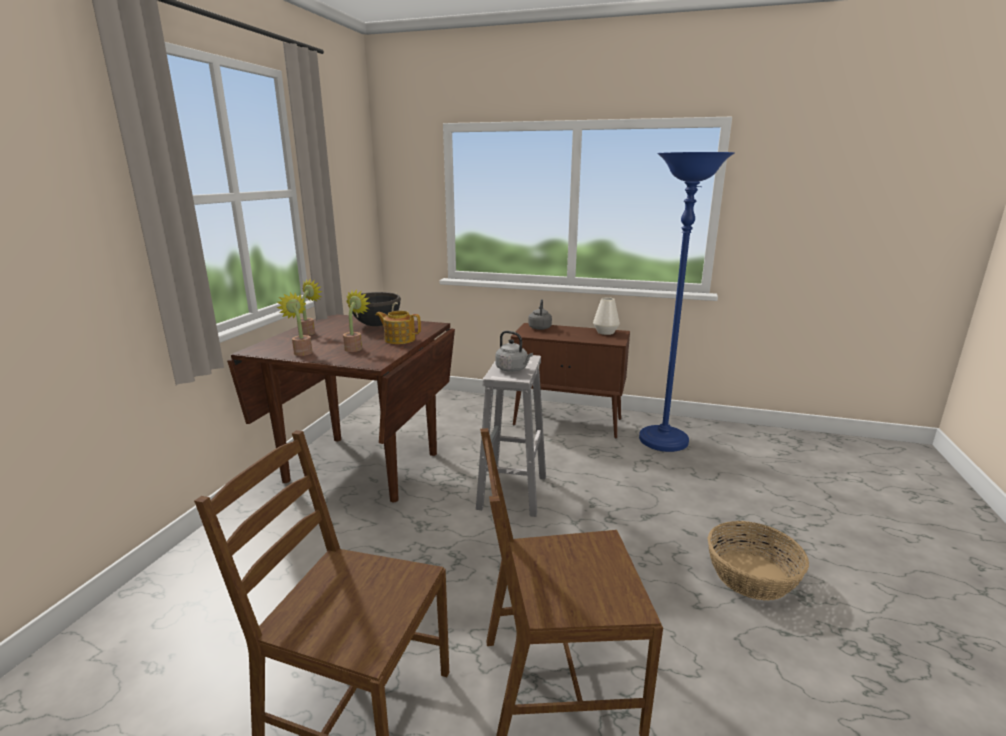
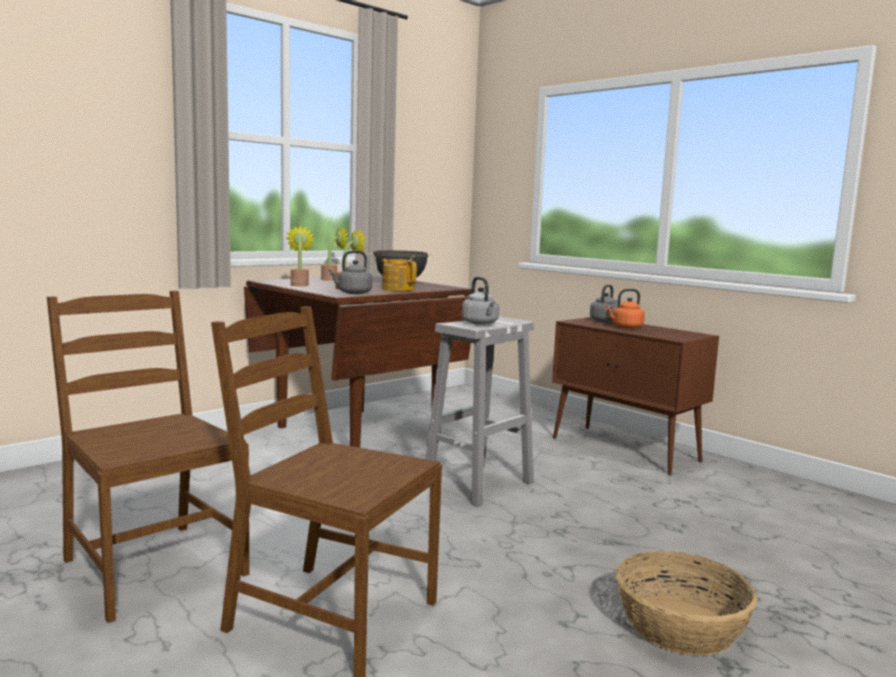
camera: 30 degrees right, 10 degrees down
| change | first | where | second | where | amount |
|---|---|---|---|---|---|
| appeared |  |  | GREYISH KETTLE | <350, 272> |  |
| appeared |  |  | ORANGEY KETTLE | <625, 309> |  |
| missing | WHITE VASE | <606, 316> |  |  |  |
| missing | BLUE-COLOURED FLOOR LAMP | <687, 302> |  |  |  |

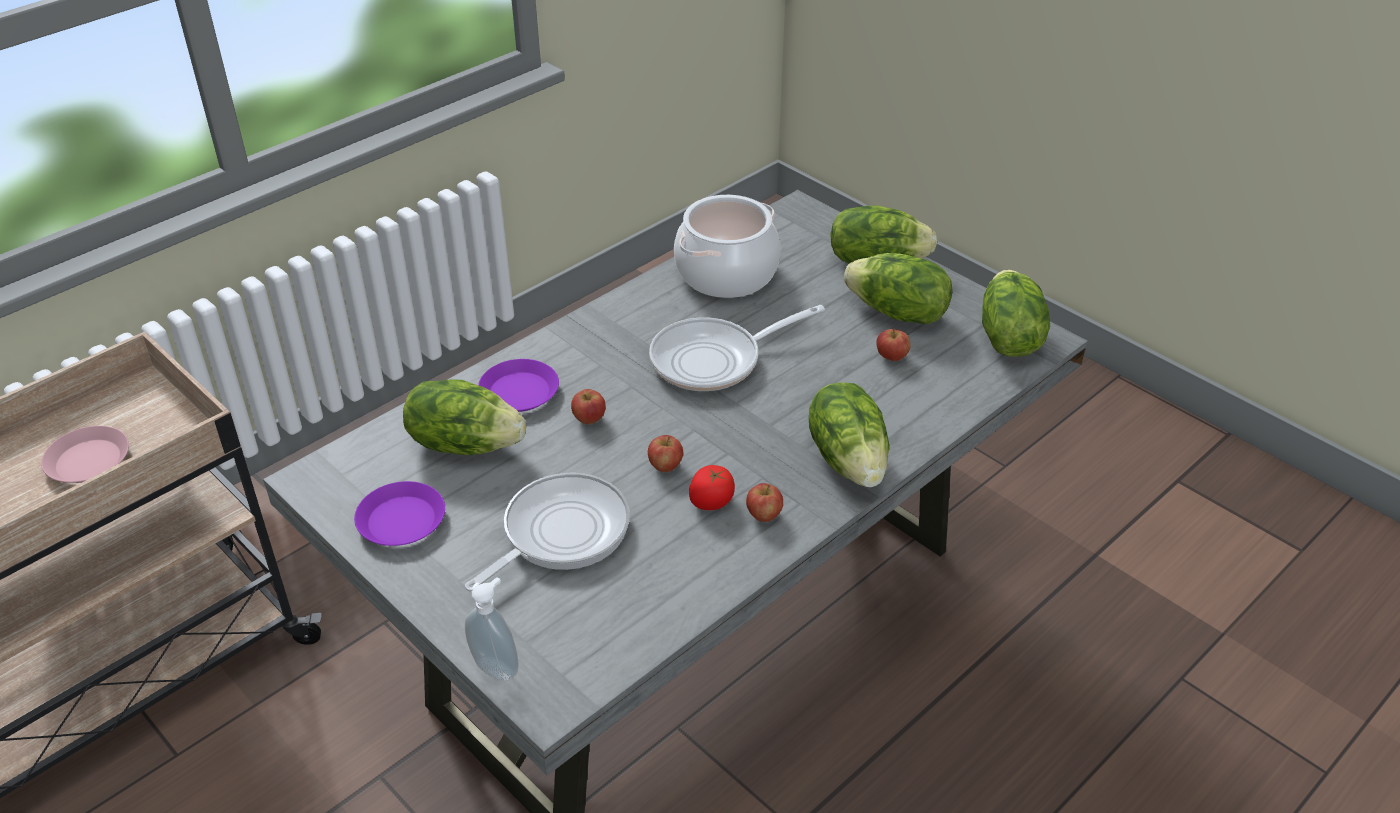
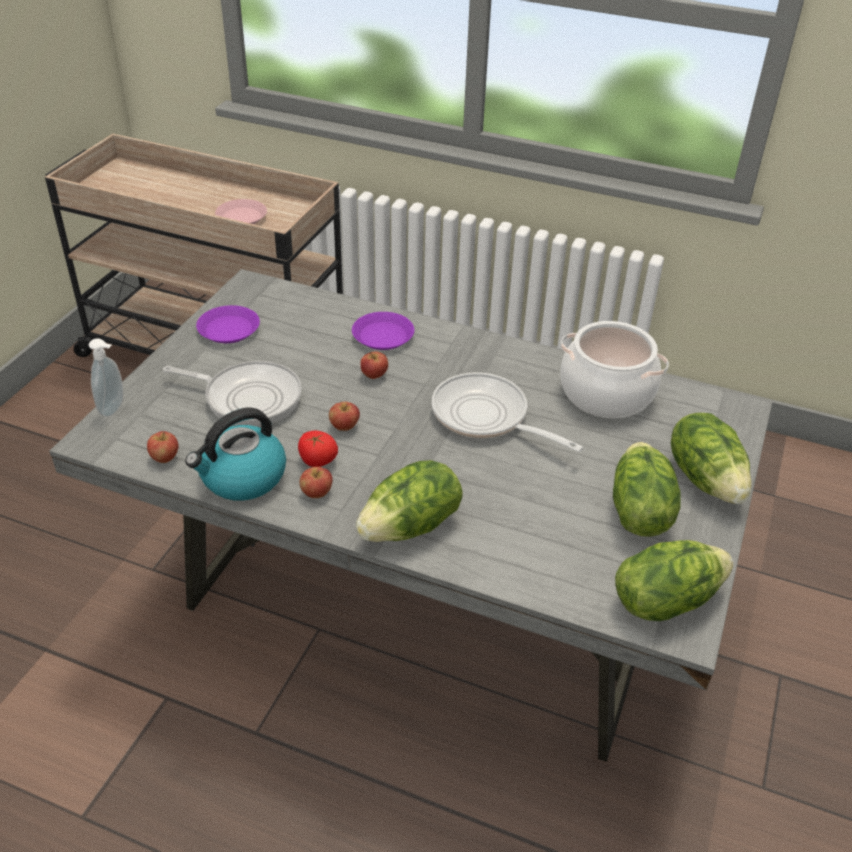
camera: 65 degrees right, 0 degrees up
| change | first | where | second | where | amount |
|---|---|---|---|---|---|
| relocated | APPLE FRUIT | <893, 344> |  | <163, 447> |  |
| appeared |  |  | KETTLE | <235, 454> |  |
| missing | HEAD OF LETTUCE | <464, 417> |  |  |  |

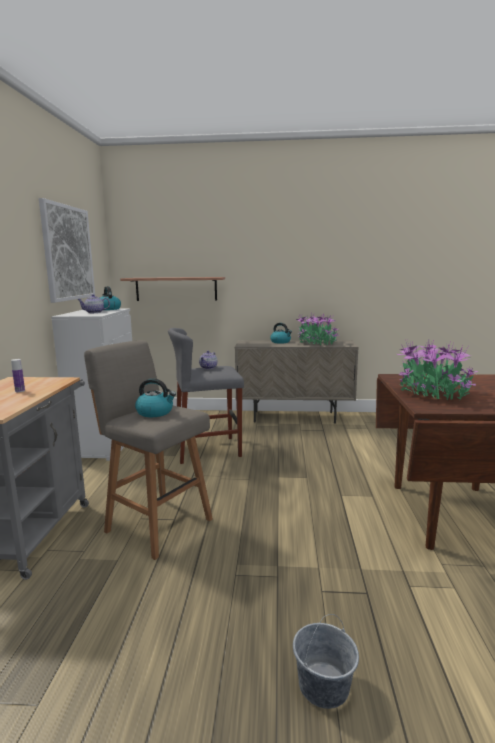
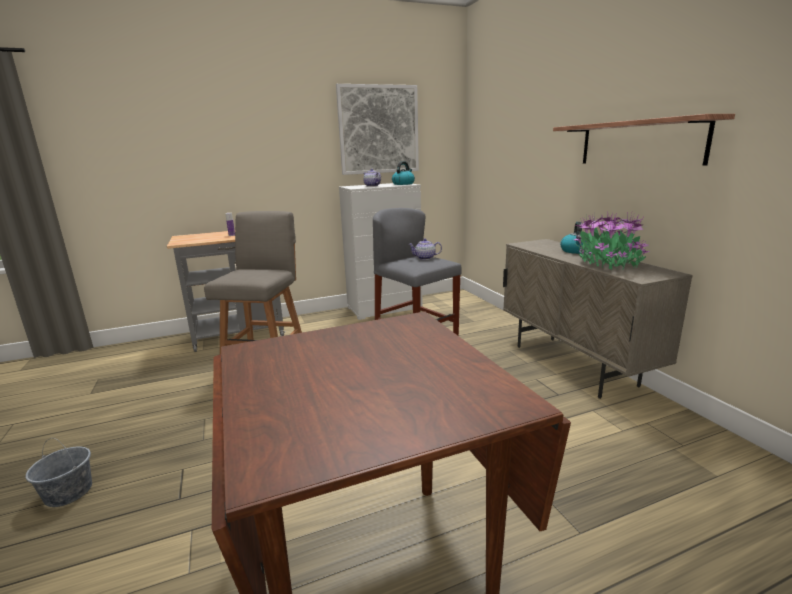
camera: 65 degrees right, 5 degrees up
| change | first | where | second | where | amount |
|---|---|---|---|---|---|
| relocated | WALL SHELF | <172, 289> |  | <644, 140> |  |
| missing | KETTLE | <155, 397> |  |  |  |
| missing | HOUSEPLANT | <437, 369> |  |  |  |

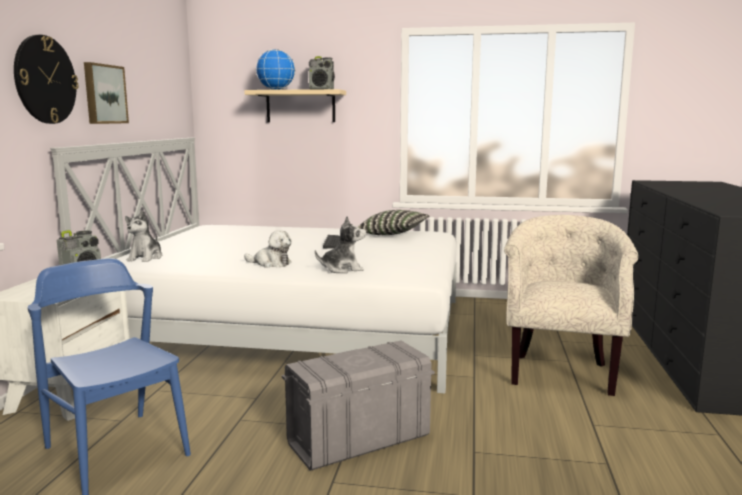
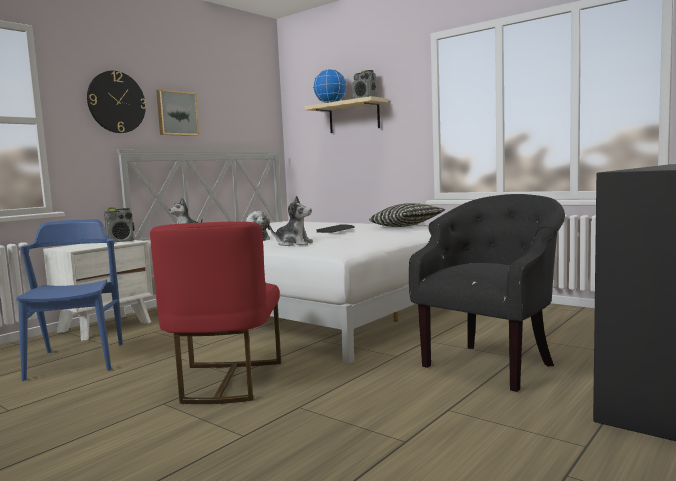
camera: 30 degrees right, 5 degrees down
| change | first | where | second | where | amount |
|---|---|---|---|---|---|
| exchanged | GREYISH STORAGE BOX | <358, 405> | RED UPRIGHT CHAIR | <215, 312> |  |
| colour | BEIGE-COLOURED LOUNGE CHAIR | <571, 305> | BLACK LOUNGE CHAIR | <487, 293> |  |

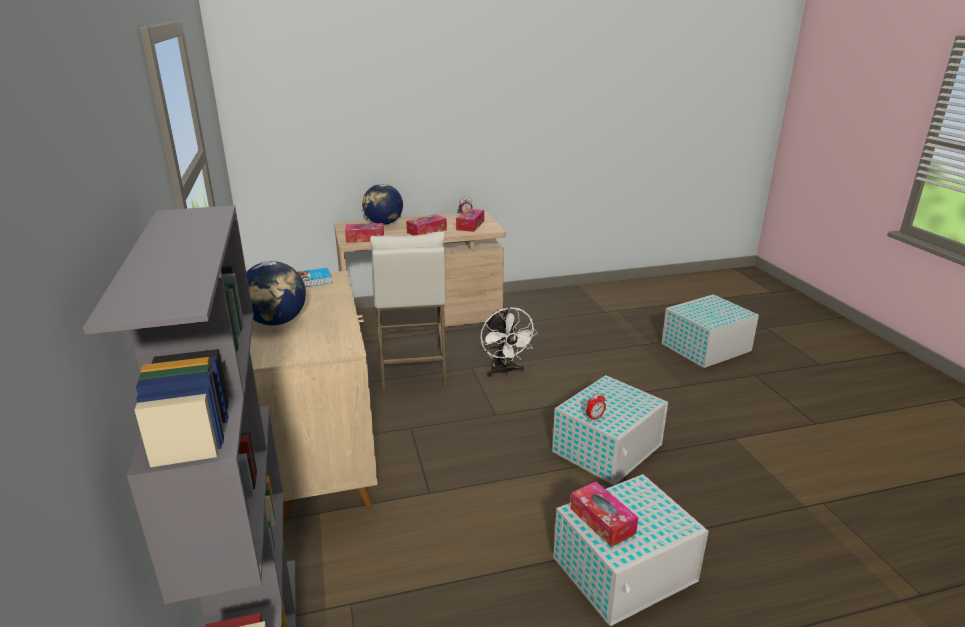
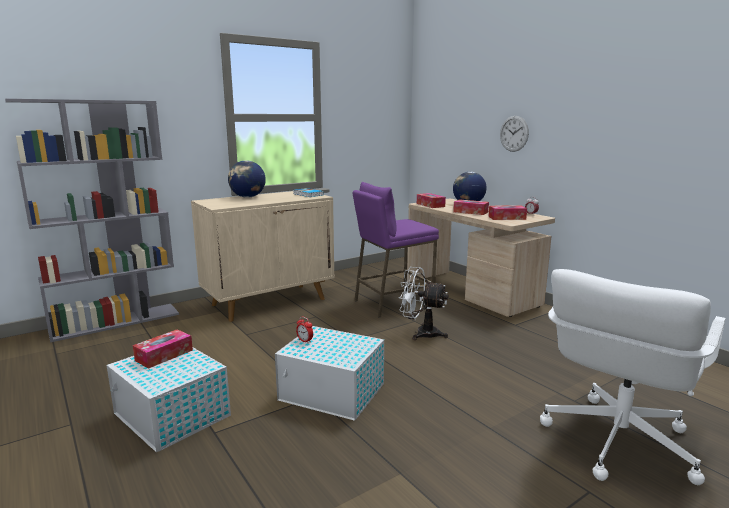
camera: 70 degrees right, 10 degrees down
| change | first | where | second | where | amount |
|---|---|---|---|---|---|
| colour | WHITE STOOL | <408, 311> | PURPLE-COLOURED STOOL | <396, 250> |  |
| spun | WHITE FAN | <509, 342> |  | <423, 303> | 60 degrees clockwise |
| appeared |  |  | CLOCK ON THE WALL | <514, 134> |  |
| exchanged | WHITE STORAGE BOX | <710, 331> | WHITE COMPUTER CHAIR | <632, 377> |  |

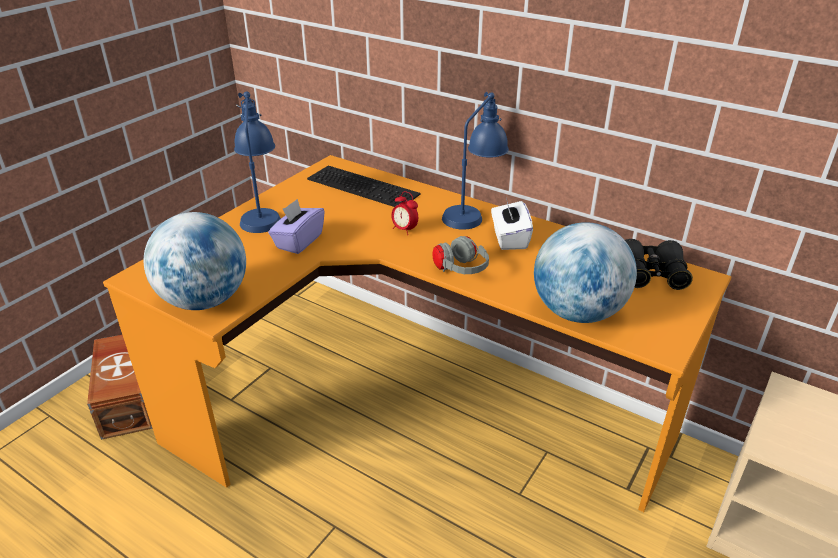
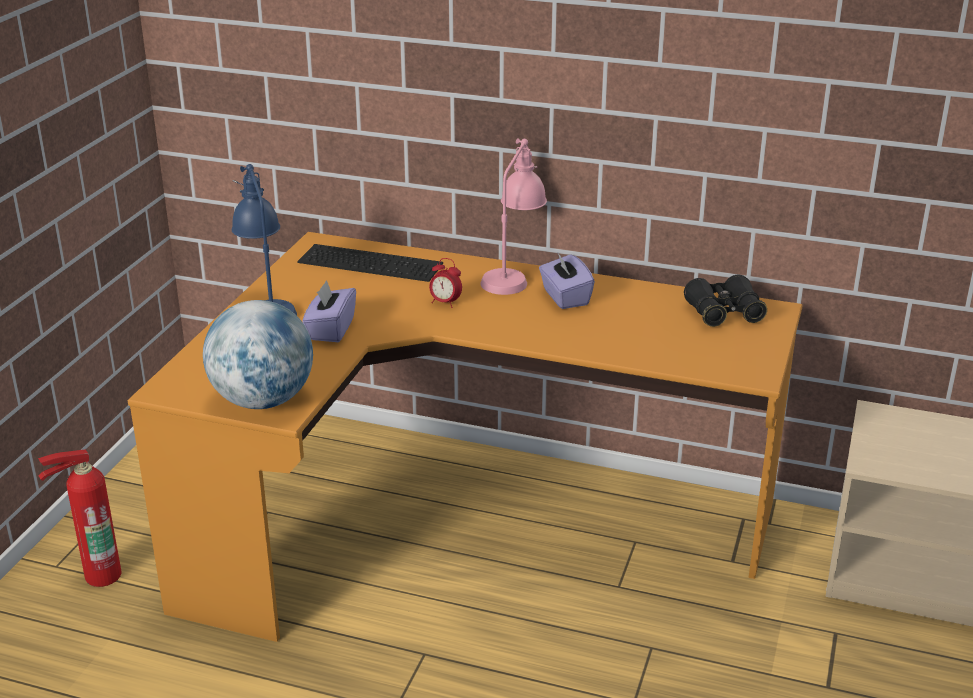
camera: 15 degrees left, 5 degrees down
| change | first | where | second | where | amount |
|---|---|---|---|---|---|
| exchanged | BROWN STORAGE BOX | <120, 387> | FIRE-FIGHTING CYLINDER | <79, 518> |  |
| colour | BLUE-COLOURED LAMP FOR A TABLE | <475, 161> | PINK LAMP FOR A TABLE | <514, 216> |  |
| colour | WHITE BOX OF TISSUES | <512, 224> | PURPLE-COLOURED BOX OF TISSUES | <567, 281> |  |
| missing | GREYISH HEADPHONES | <460, 255> |  |  |  |
| missing | WORLD GLOBE | <585, 272> |  |  |  |

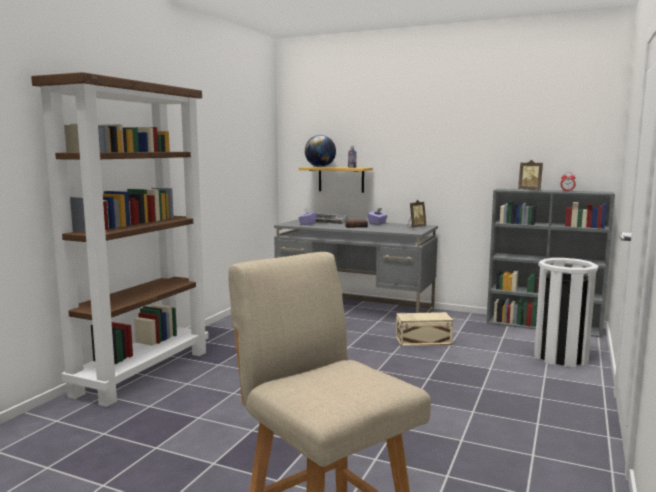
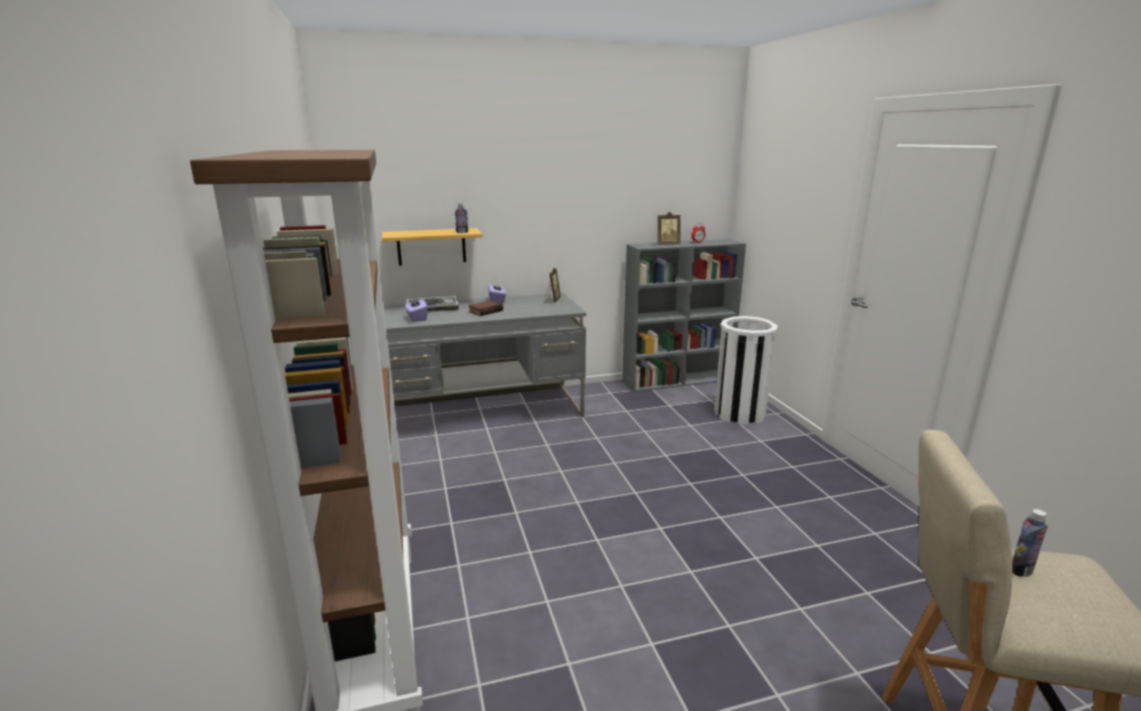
camera: 40 degrees left, 10 degrees up
| change | first | where | second | where | amount |
|---|---|---|---|---|---|
| appeared |  |  | BEVERAGE BOTTLE | <1030, 543> |  |
| missing | WORLD GLOBE | <320, 151> |  |  |  |
| missing | BEIGE-COLOURED STORAGE BOX | <424, 329> |  |  |  |

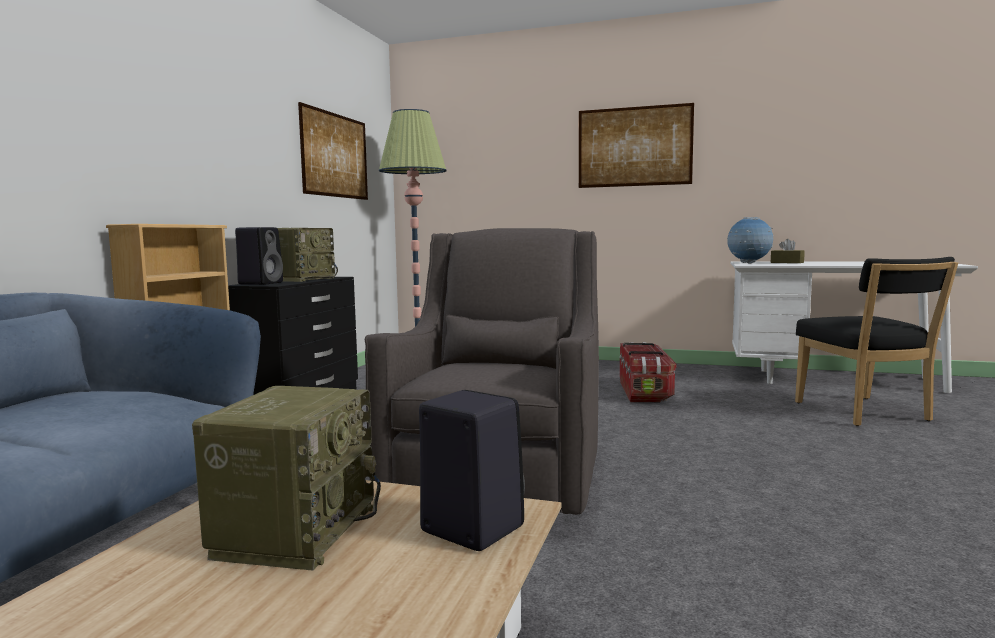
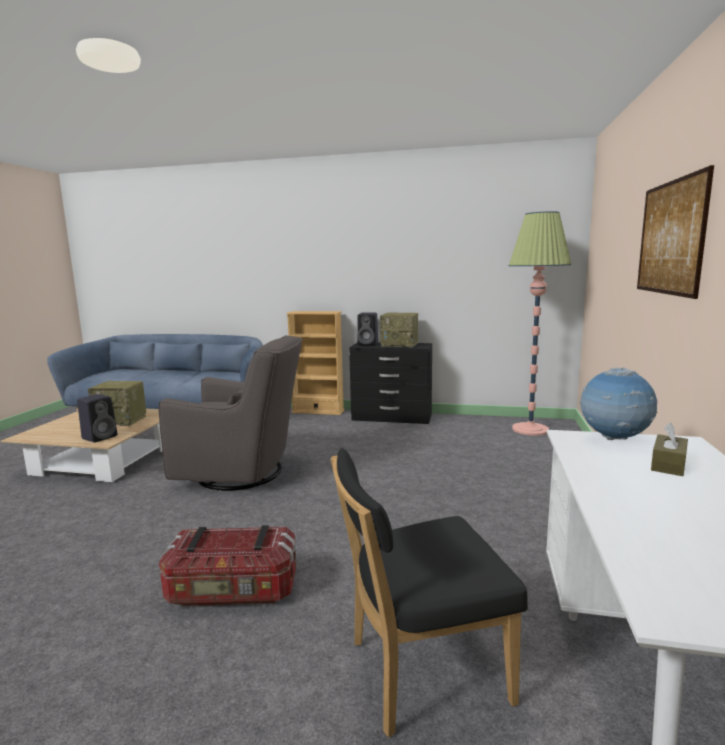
camera: 85 degrees right, 5 degrees up
| change | first | where | second | where | amount |
|---|---|---|---|---|---|
| relocated | STORAGE BOX | <648, 372> |  | <227, 565> |  |
| missing | PICTURE | <333, 151> |  |  |  |

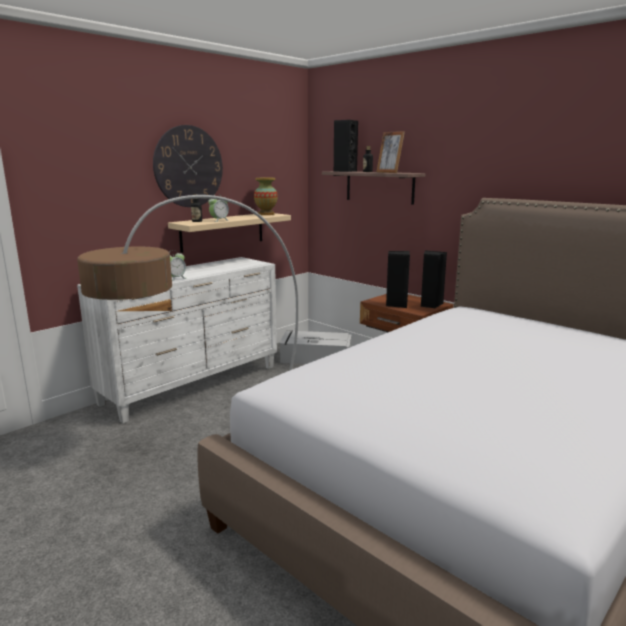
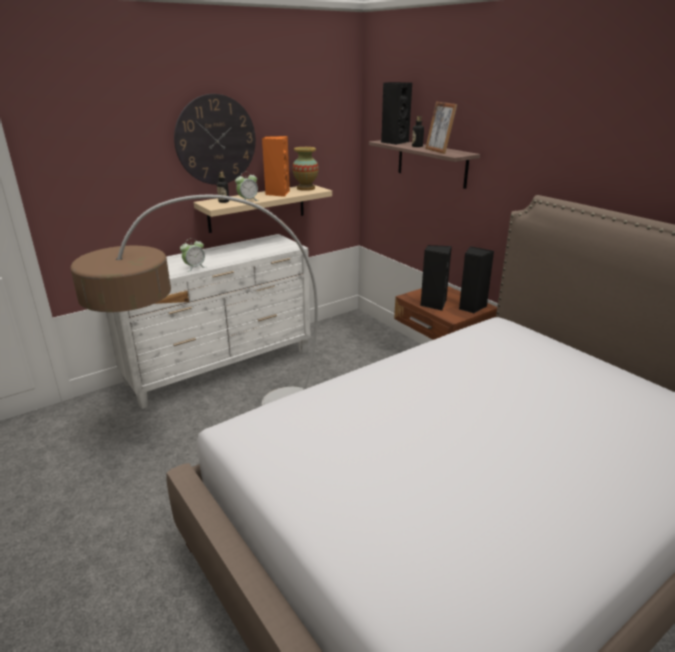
camera: 10 degrees right, 10 degrees up
| change | first | where | second | where | amount |
|---|---|---|---|---|---|
| appeared |  |  | ORANGEY AUDIO SPEAKER | <276, 166> |  |
| missing | GREYISH STORAGE BOX | <315, 347> |  |  |  |

